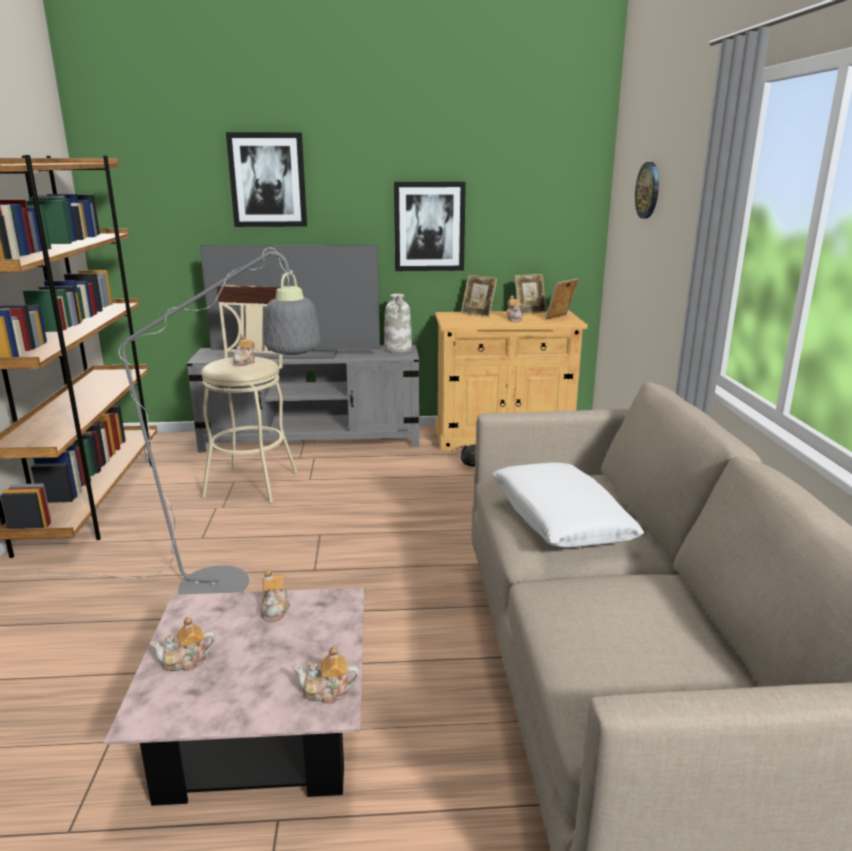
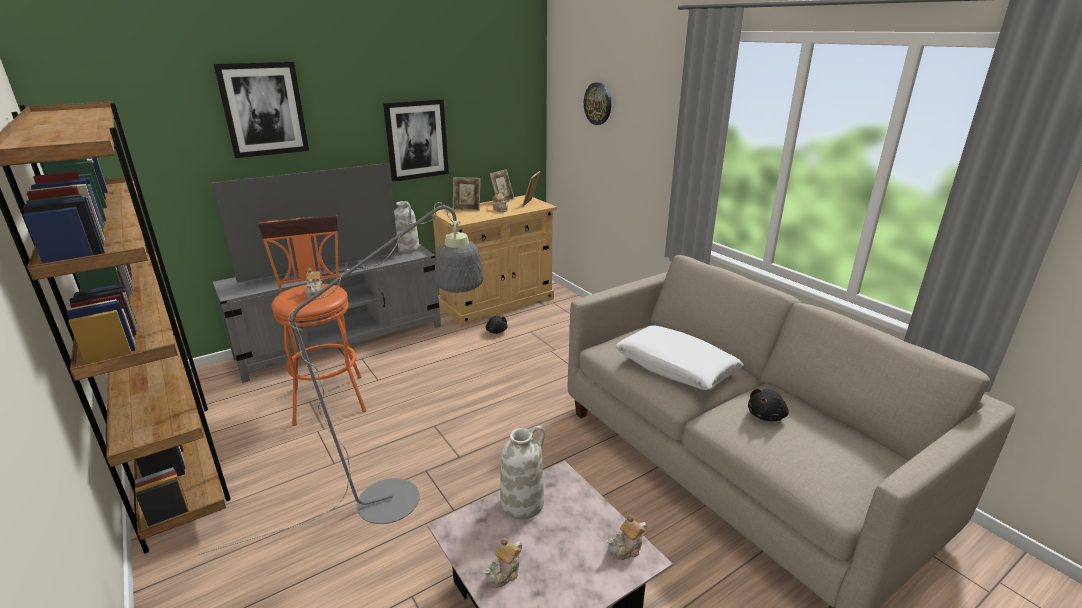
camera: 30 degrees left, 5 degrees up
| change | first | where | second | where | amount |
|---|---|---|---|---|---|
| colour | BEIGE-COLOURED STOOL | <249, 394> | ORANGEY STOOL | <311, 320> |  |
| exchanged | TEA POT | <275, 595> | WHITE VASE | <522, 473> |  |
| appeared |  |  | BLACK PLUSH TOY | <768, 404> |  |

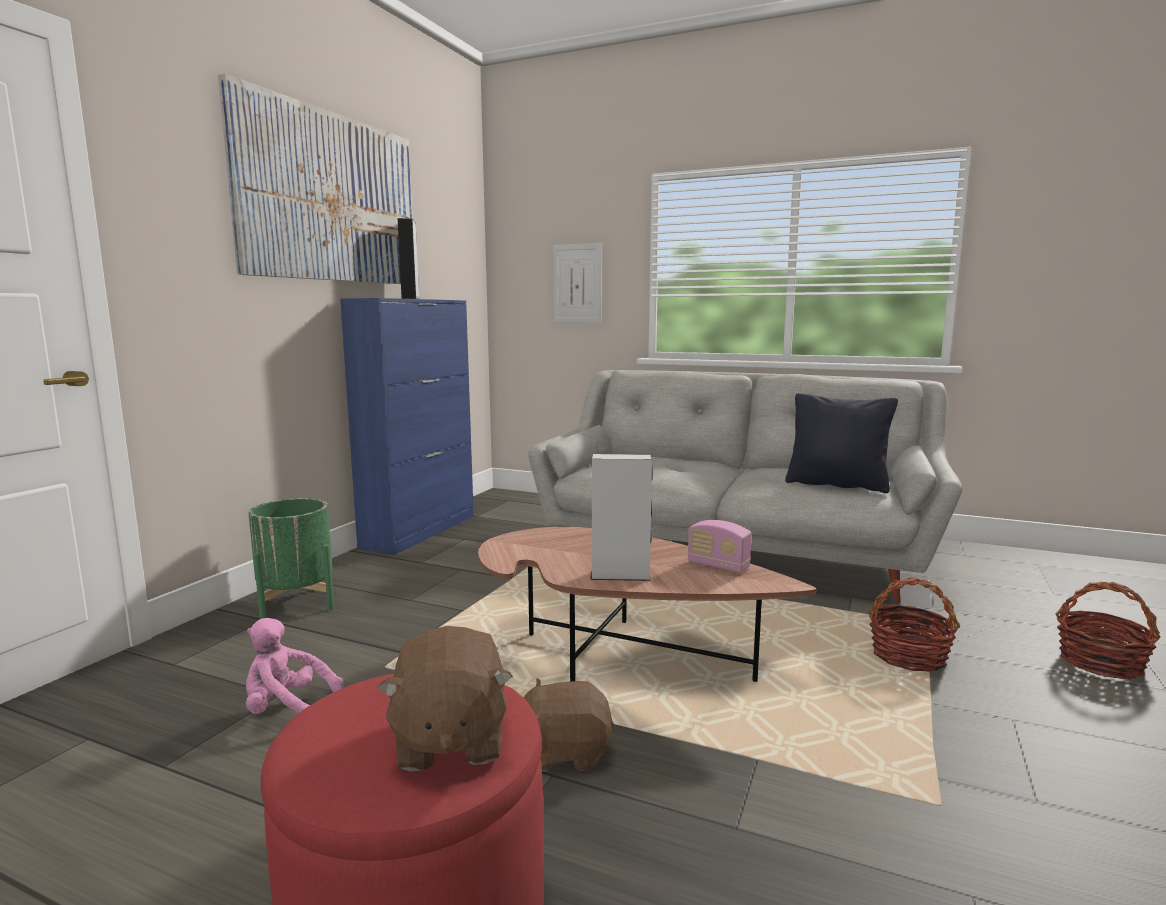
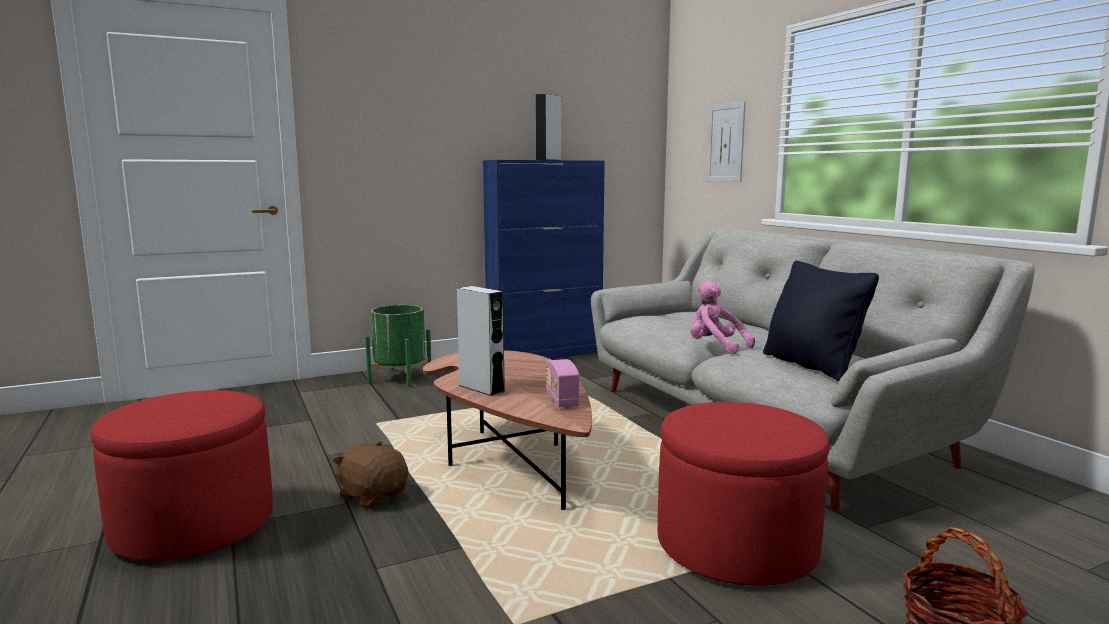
camera: 40 degrees right, 0 degrees up
| change | first | where | second | where | amount |
|---|---|---|---|---|---|
| exchanged | BASKET | <914, 624> | RED FOOTREST | <744, 494> |  |
| relocated | PINK PLUSH TOY | <295, 666> |  | <722, 317> |  |
| missing | PICTURE | <315, 179> |  |  |  |
| missing | BROWN PLUSH TOY | <445, 699> |  |  |  |

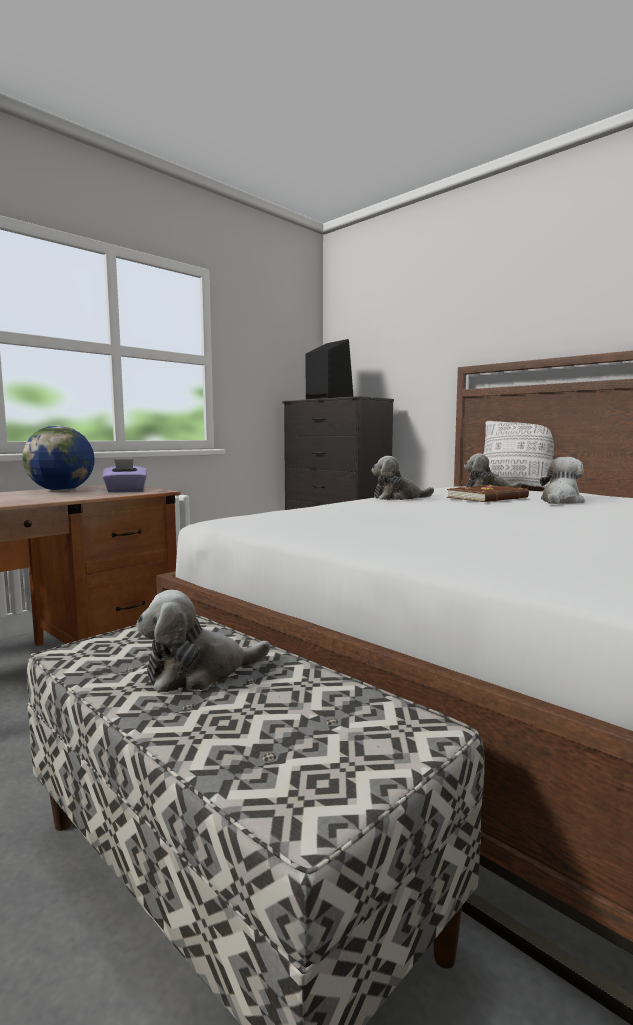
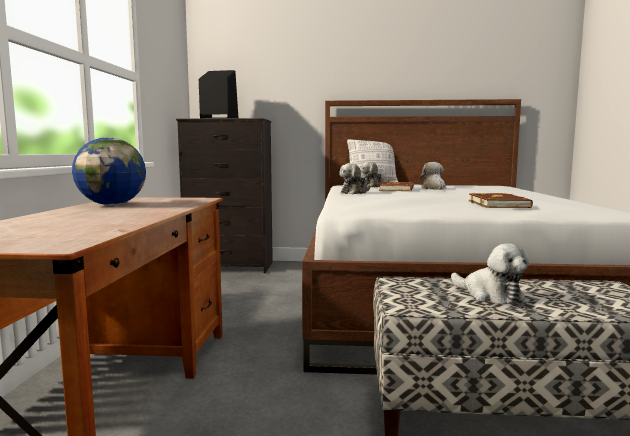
camera: 40 degrees left, 0 degrees up
| change | first | where | second | where | amount |
|---|---|---|---|---|---|
| spun | PLUSH TOY | <203, 641> |  | <490, 274> | 60 degrees counterclockwise |
| appeared |  |  | BROWN BOOK | <501, 200> |  |
| missing | PURPLE-COLOURED BOX OF TISSUES | <124, 476> |  |  |  |

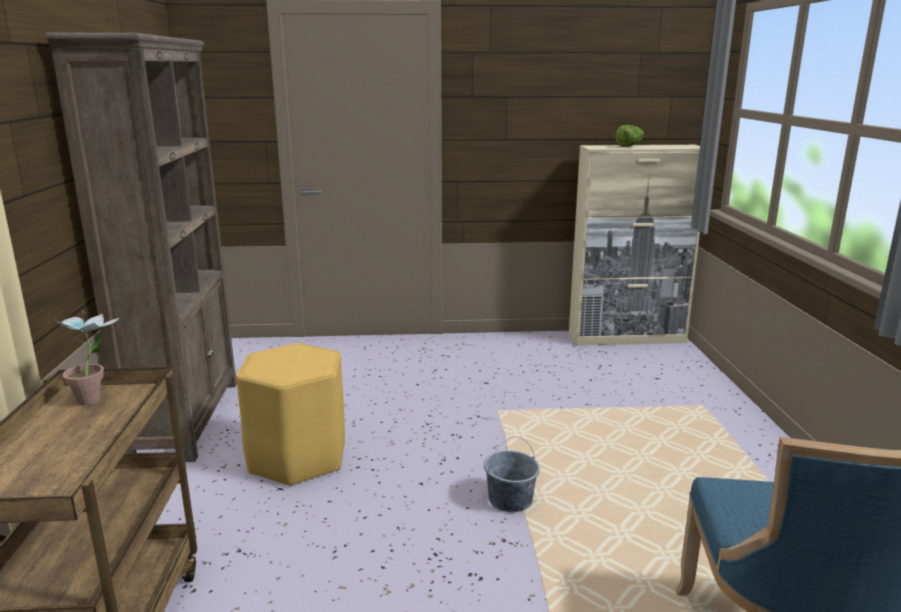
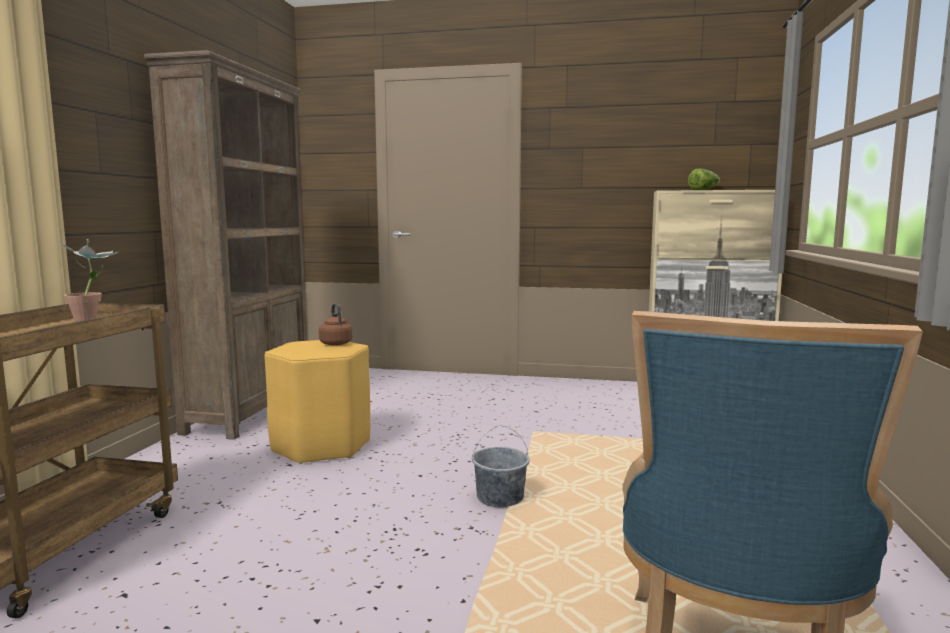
camera: 15 degrees right, 10 degrees down
| change | first | where | second | where | amount |
|---|---|---|---|---|---|
| appeared |  |  | BROWN KETTLE | <335, 324> |  |

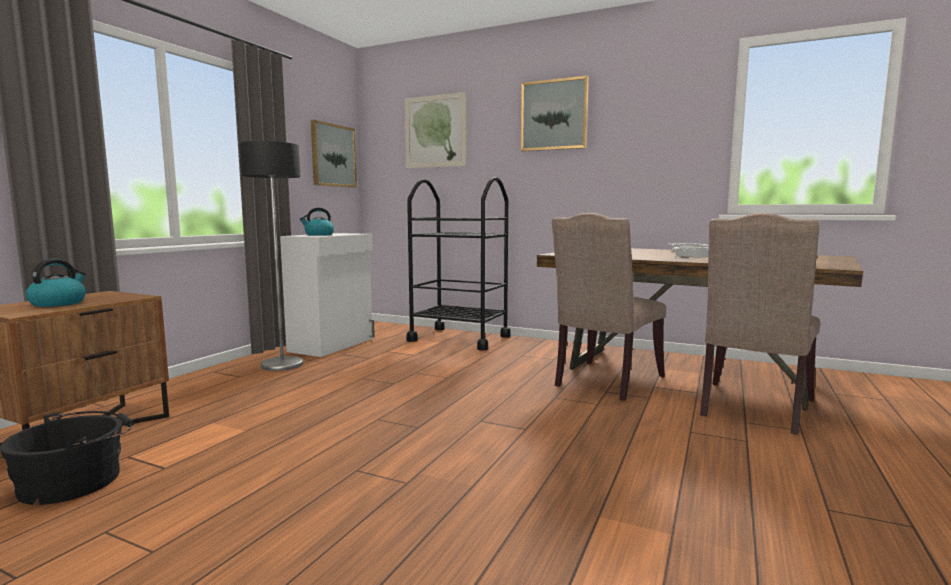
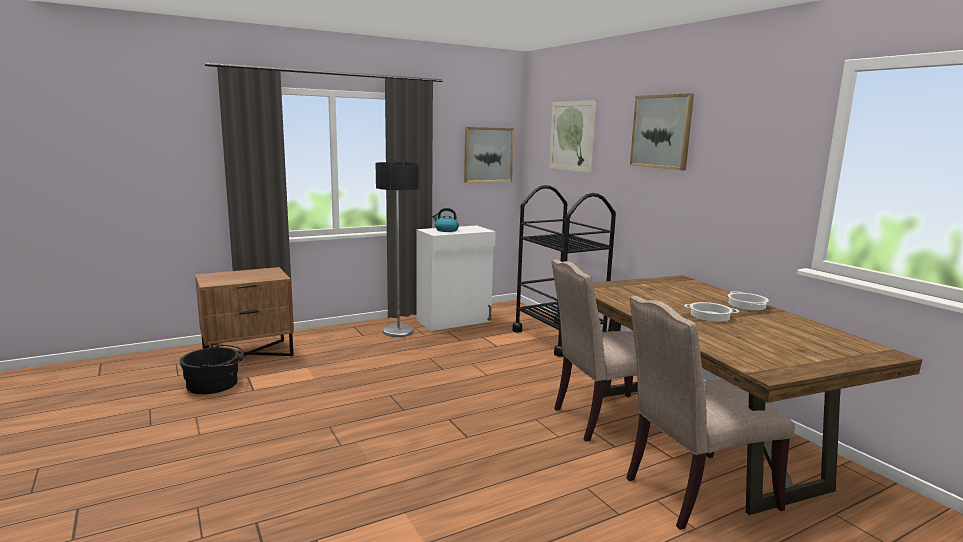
camera: 35 degrees right, 5 degrees up
| change | first | where | second | where | amount |
|---|---|---|---|---|---|
| missing | KETTLE | <56, 283> |  |  |  |

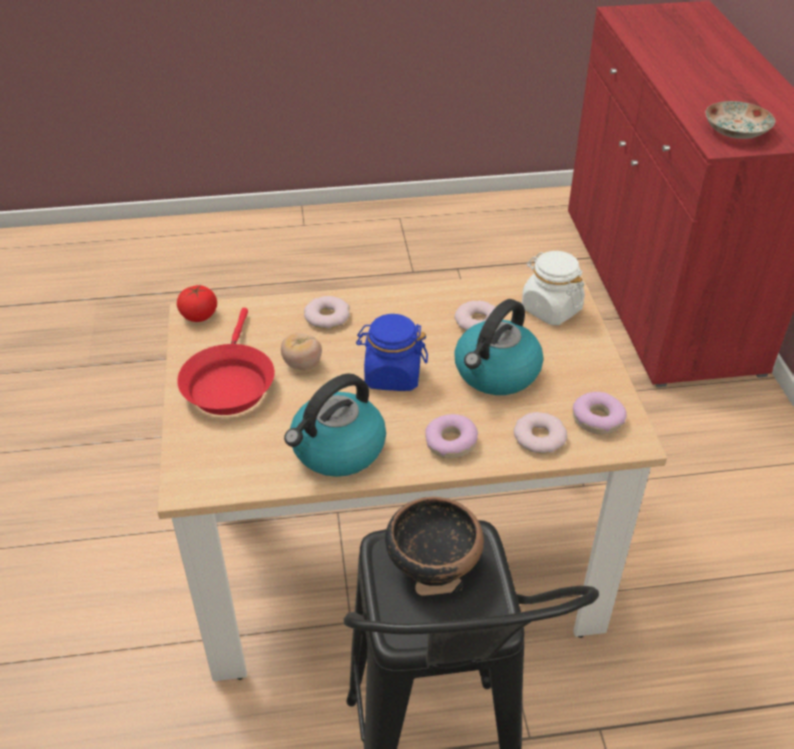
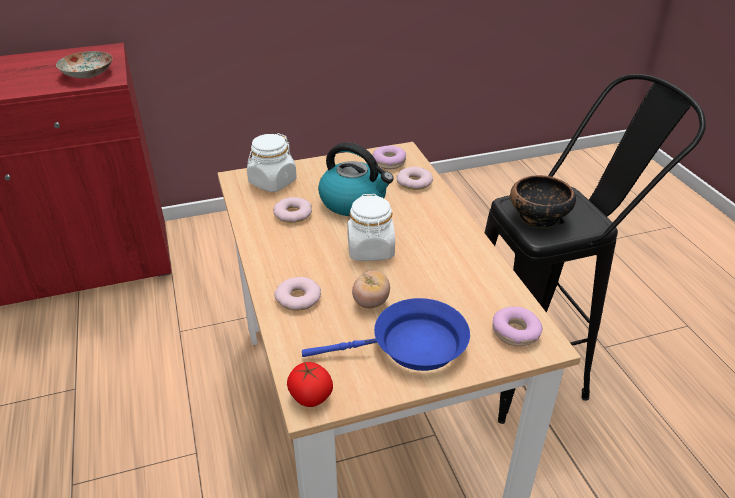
camera: 100 degrees left, 5 degrees down
| change | first | where | second | where | amount |
|---|---|---|---|---|---|
| colour | RED SKILLET | <226, 361> | BLUE-COLOURED SKILLET | <386, 334> |  |
| colour | BLUE-COLOURED JAR | <392, 352> | WHITE JAR | <371, 227> |  |
| relocated | RING DOUGHNUT | <451, 436> |  | <517, 326> |  |
| missing | KETTLE | <335, 425> |  |  |  |

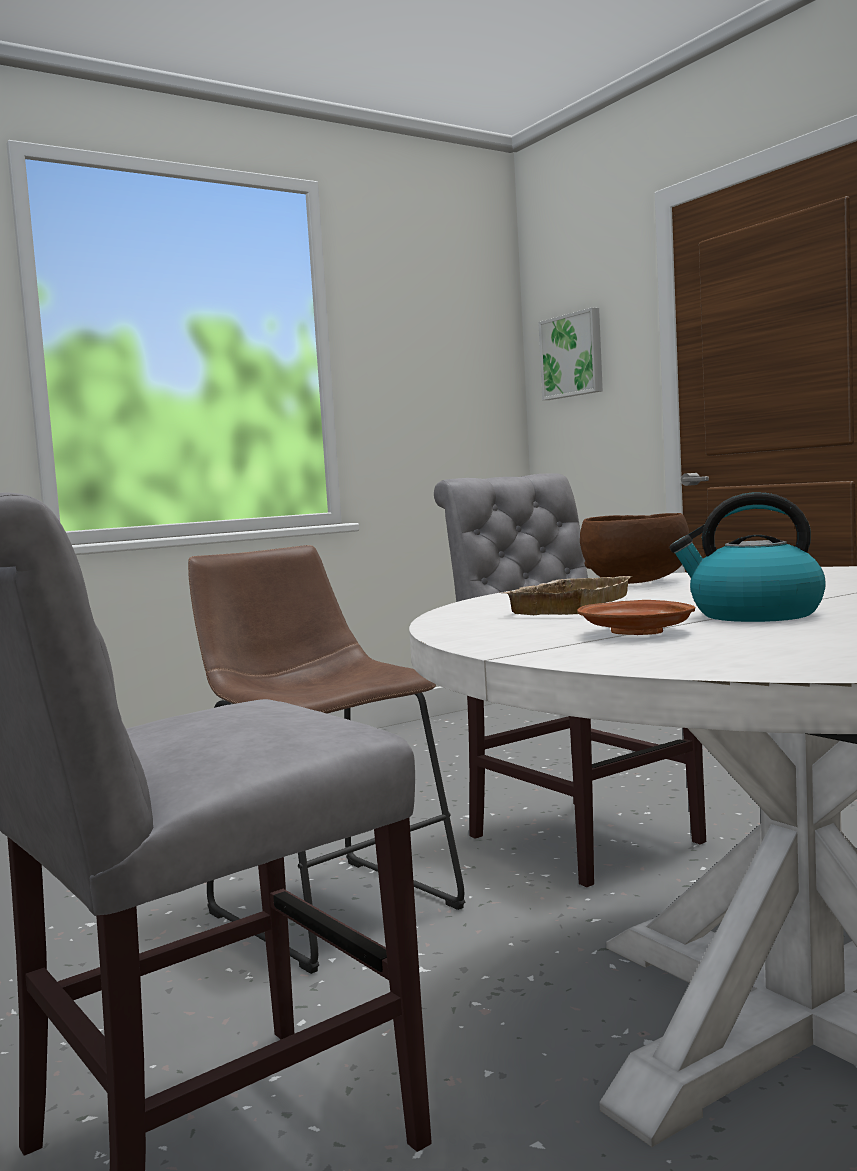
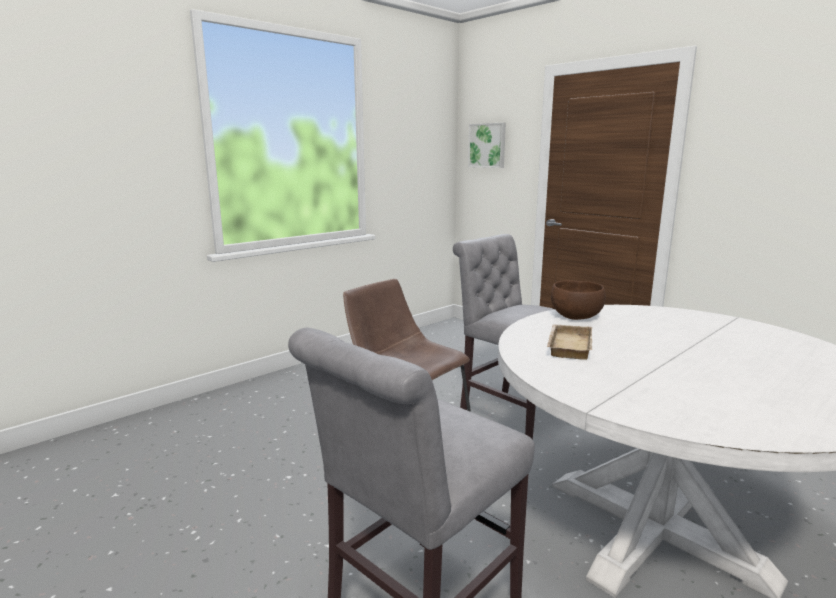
camera: 10 degrees left, 10 degrees up
| change | first | where | second | where | amount |
|---|---|---|---|---|---|
| missing | BROWN PLATE | <636, 617> |  |  |  |
| missing | KETTLE | <747, 557> |  |  |  |

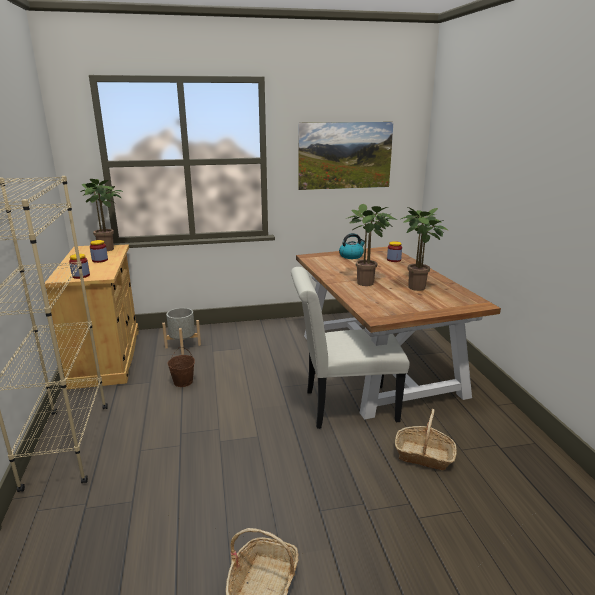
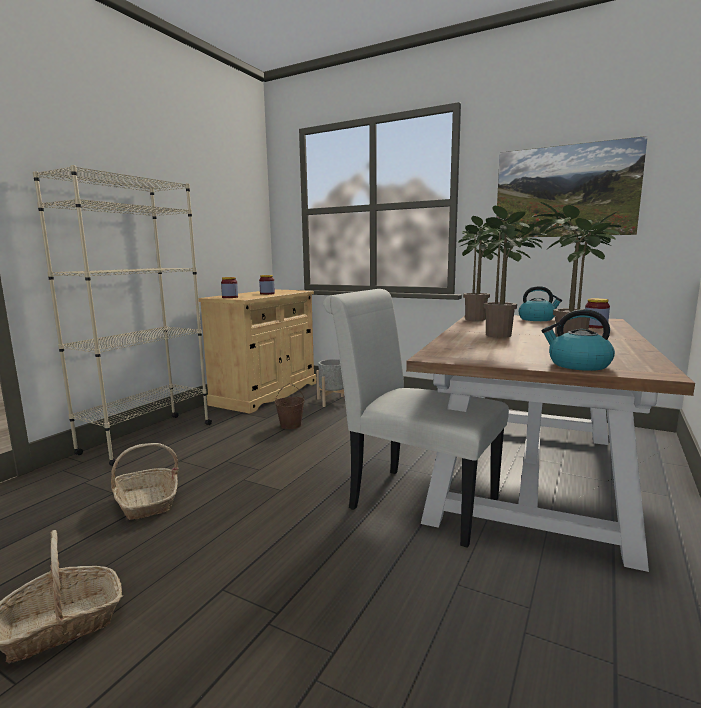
camera: 40 degrees right, 10 degrees down
| change | first | where | second | where | amount |
|---|---|---|---|---|---|
| relocated | BASKET | <426, 439> |  | <144, 481> |  |
| relocated | HOUSEPLANT | <101, 215> |  | <483, 268> |  |
| appeared |  |  | KETTLE | <578, 340> |  |

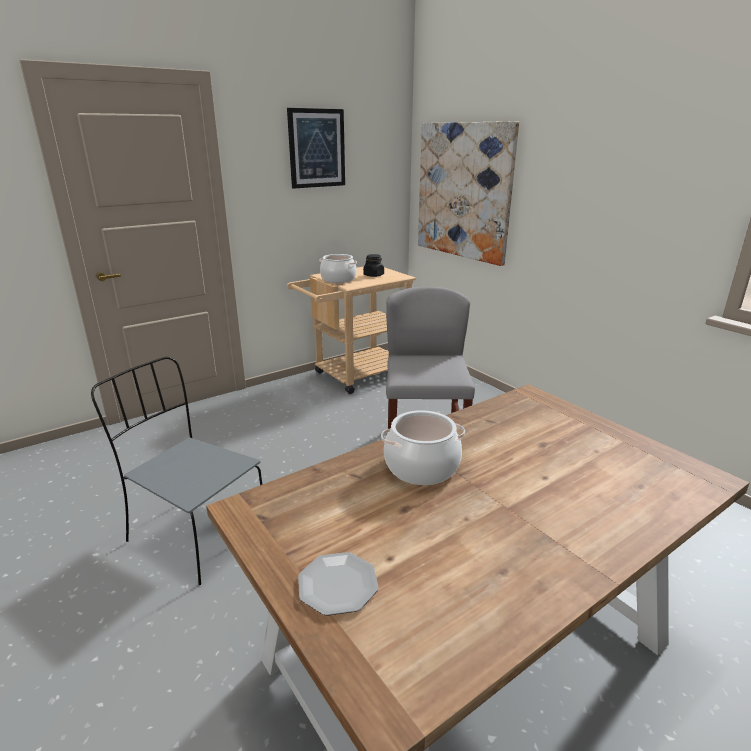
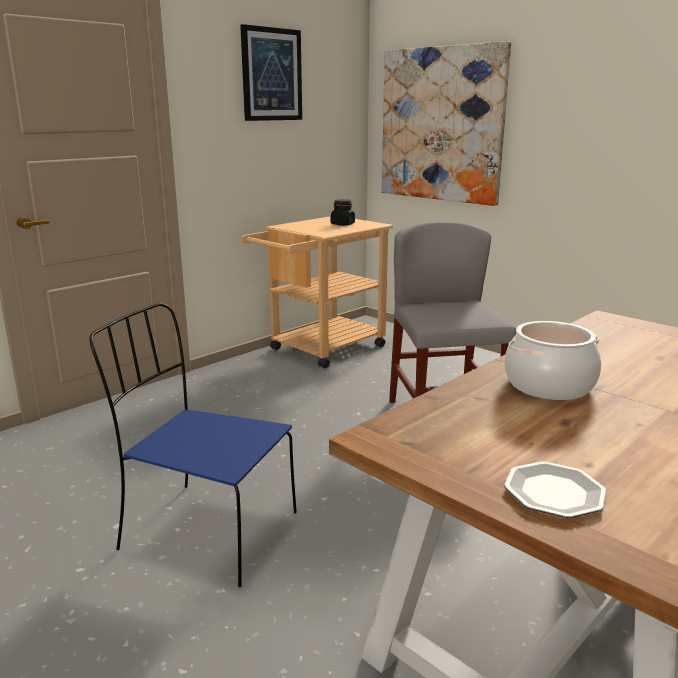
camera: 10 degrees left, 5 degrees down
| change | first | where | second | where | amount |
|---|---|---|---|---|---|
| colour | GREYISH UPRIGHT CHAIR | <176, 471> | BLUE-COLOURED UPRIGHT CHAIR | <193, 445> |  |
| missing | COOKING POT | <338, 268> |  |  |  |

